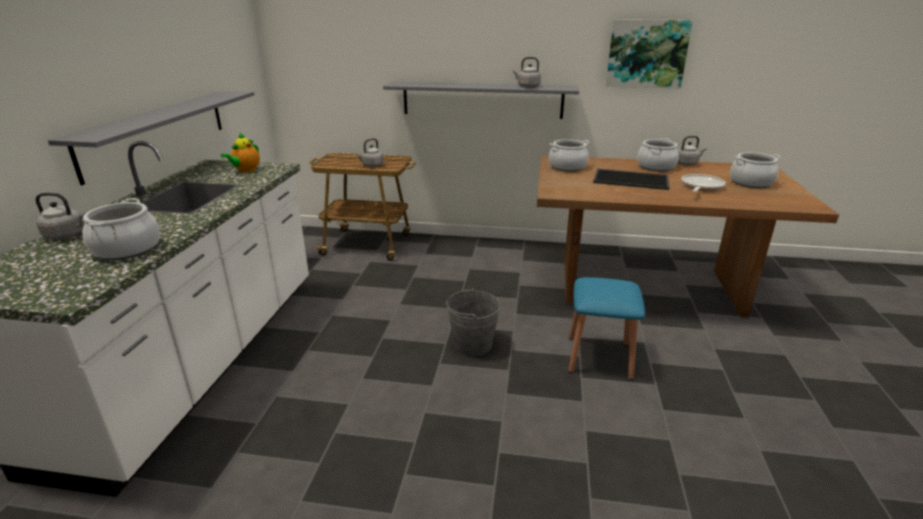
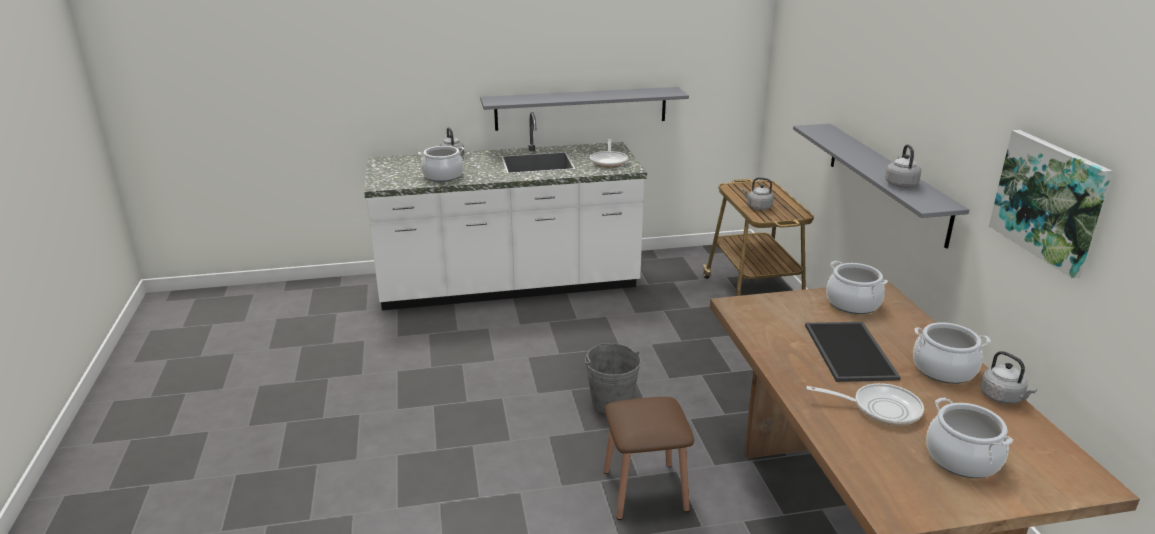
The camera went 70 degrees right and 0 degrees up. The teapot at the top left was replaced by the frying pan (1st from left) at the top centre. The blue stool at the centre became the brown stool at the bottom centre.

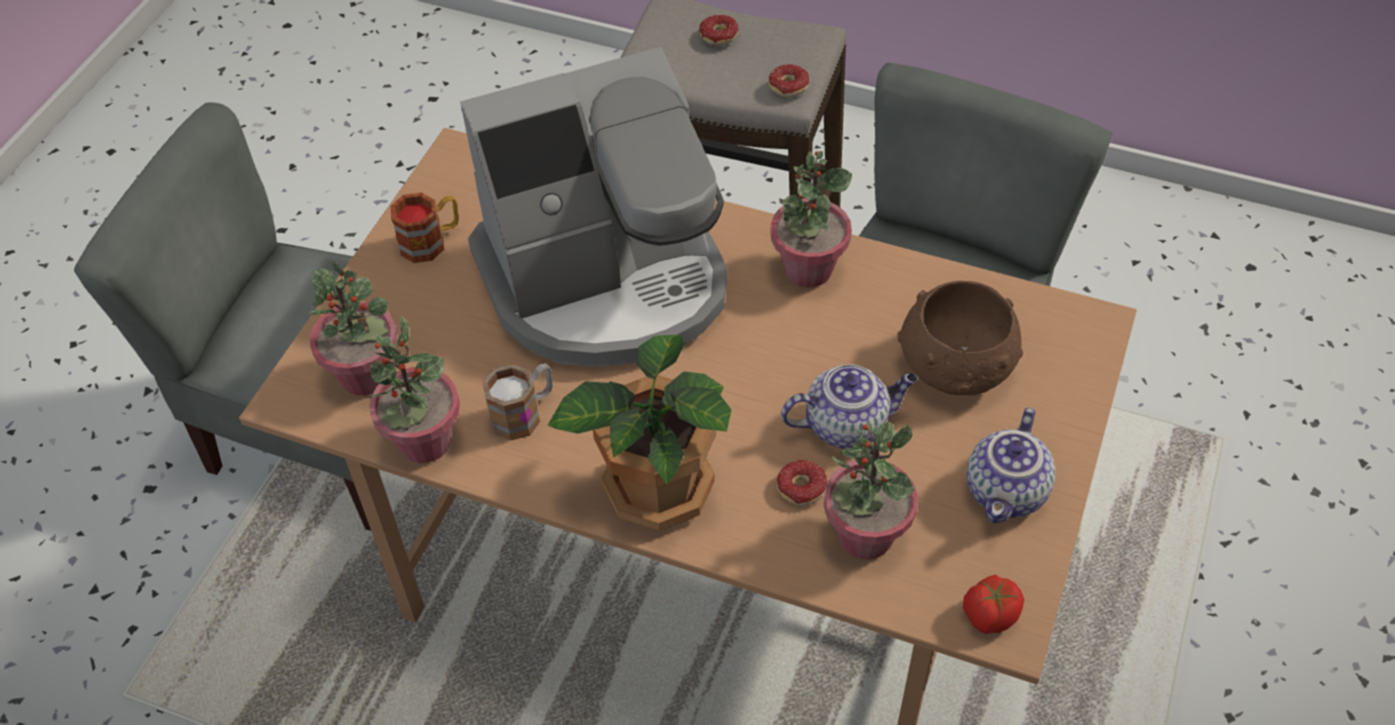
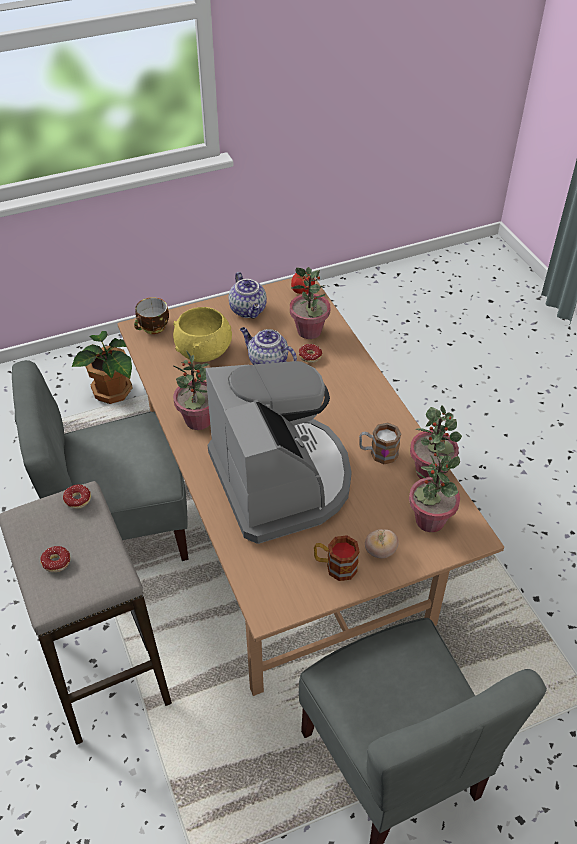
The camera went 135 degrees left and 5 degrees down. The cup at the middle left appeared. The tomato (2nd from left) at the centre appeared. The potted plant (3rd from left in the first image) moved from the centre to the middle left. The brown bowl at the middle right became the yellow bowl at the centre. The coffee machine at the top centre turned 45 degrees clockwise. The teapot (2nd from left in the first image) at the middle right turned 90 degrees clockwise.

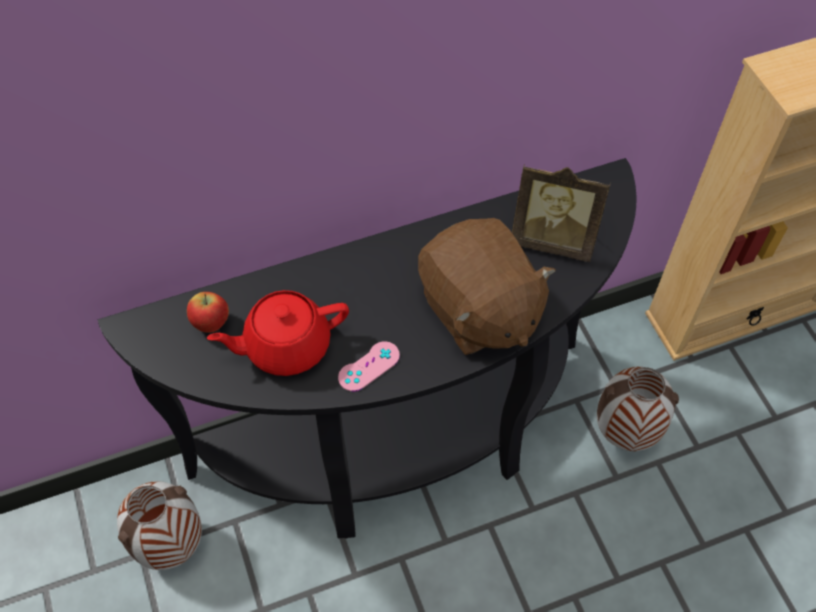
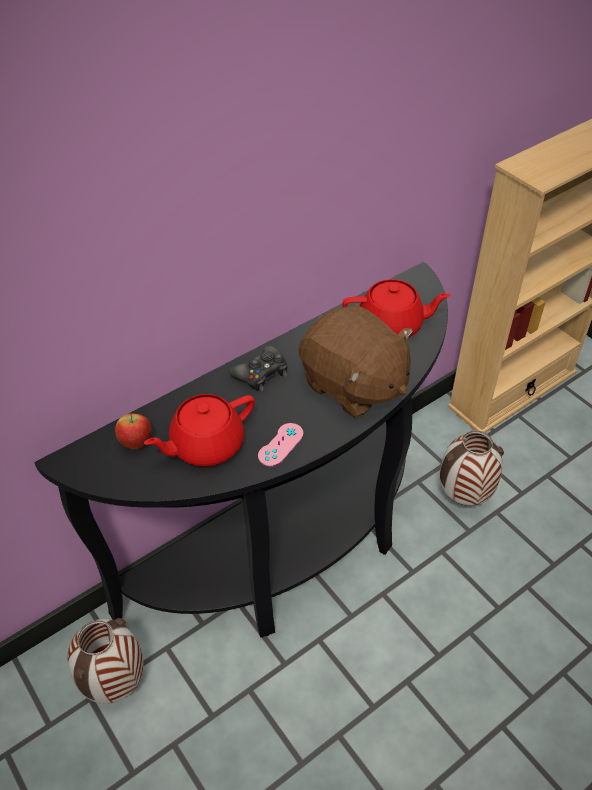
The camera went 15 degrees left and 10 degrees down. The black game controller at the centre appeared. The picture frame at the middle right was replaced by the red teapot (2nd from left) at the middle right.

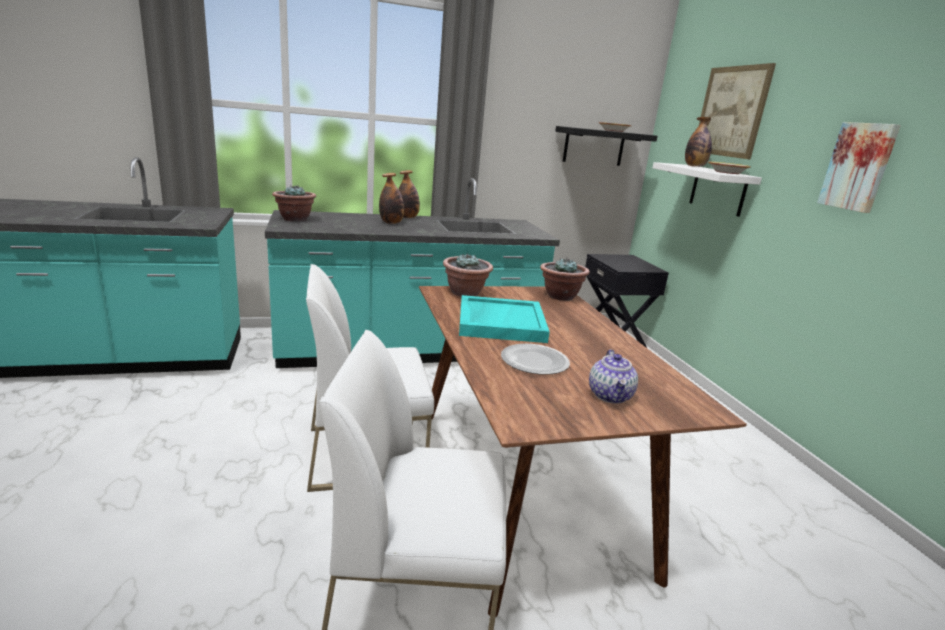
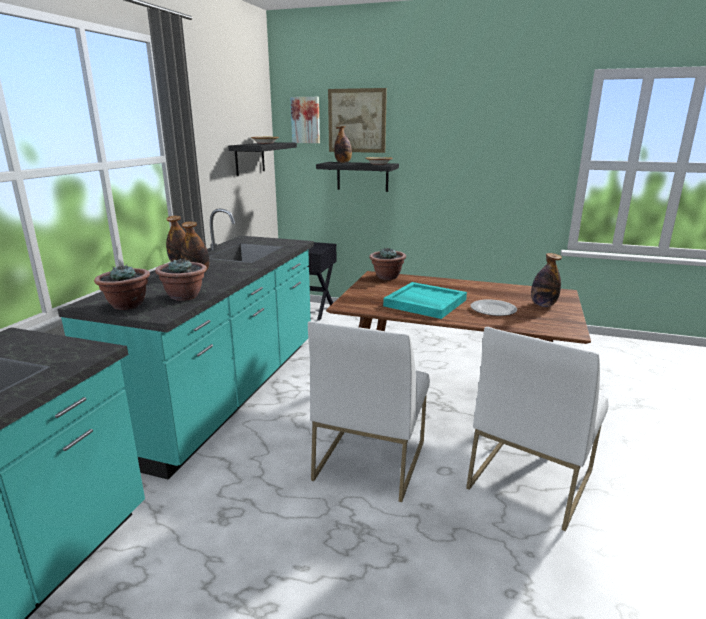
The camera went 55 degrees left and 0 degrees up. The potted plant (2nd from left) moved from the centre to the middle left. The picture (2nd from left in the first image) moved from the top right to the top centre. The teapot at the centre was replaced by the bottle (4th from left) at the middle right. The white shelf at the top right became the black shelf (2nd from left) at the top centre.

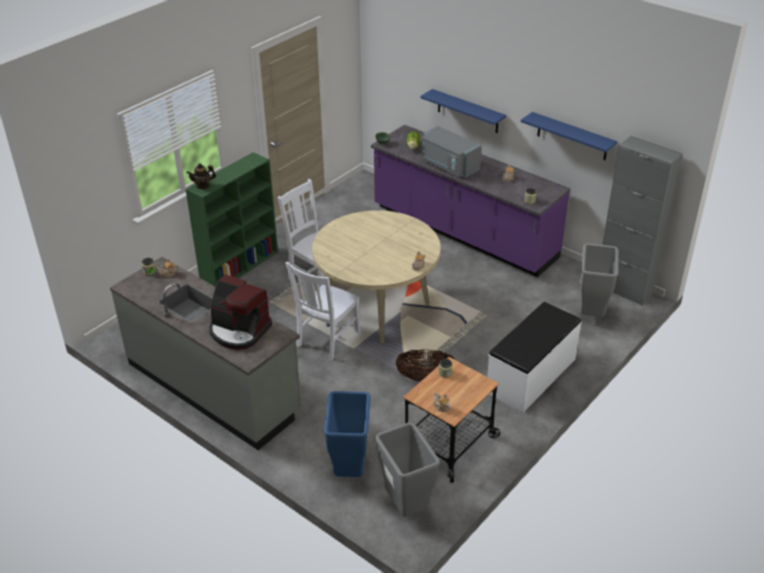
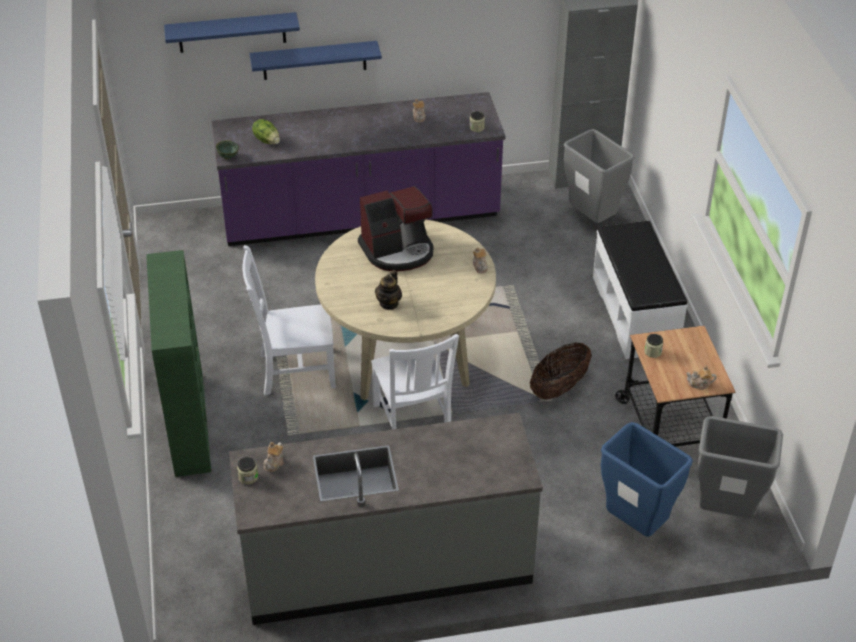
The camera went 50 degrees left and 5 degrees up. The grey microwave at the top centre disappeared. The teapot (2nd from left) moved from the top left to the centre. The coffee machine moved from the middle left to the centre. The blue shelf (2nd from left in the first image) moved from the top right to the top left.

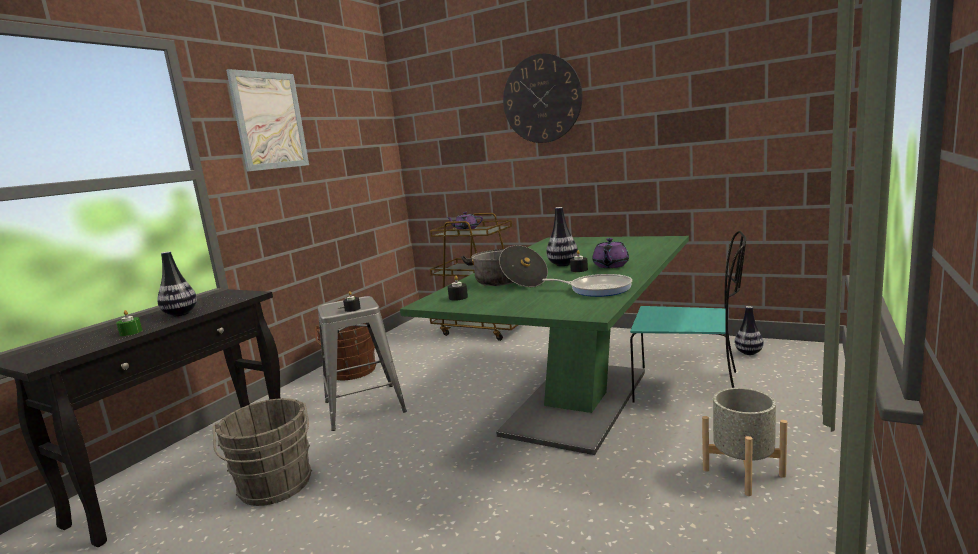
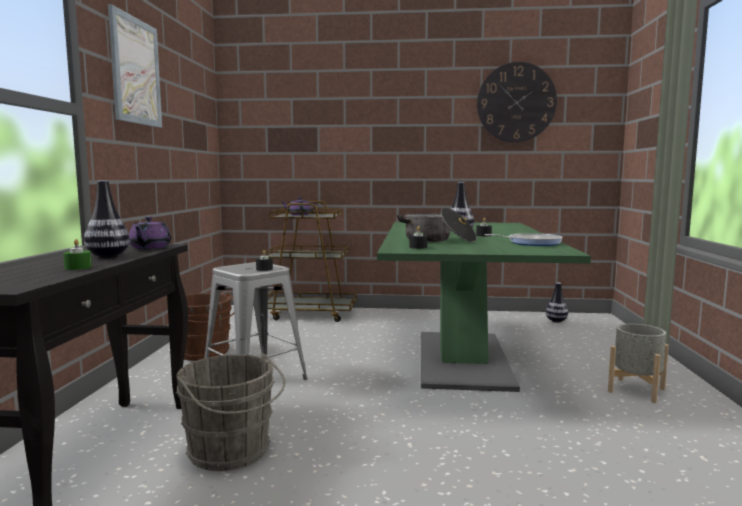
The camera went 25 degrees left and 5 degrees down. The turquoise chair at the middle right disappeared. The wall clock moved from the top centre to the top right. The purple teapot (2nd from left in the first image) moved from the centre to the middle left.

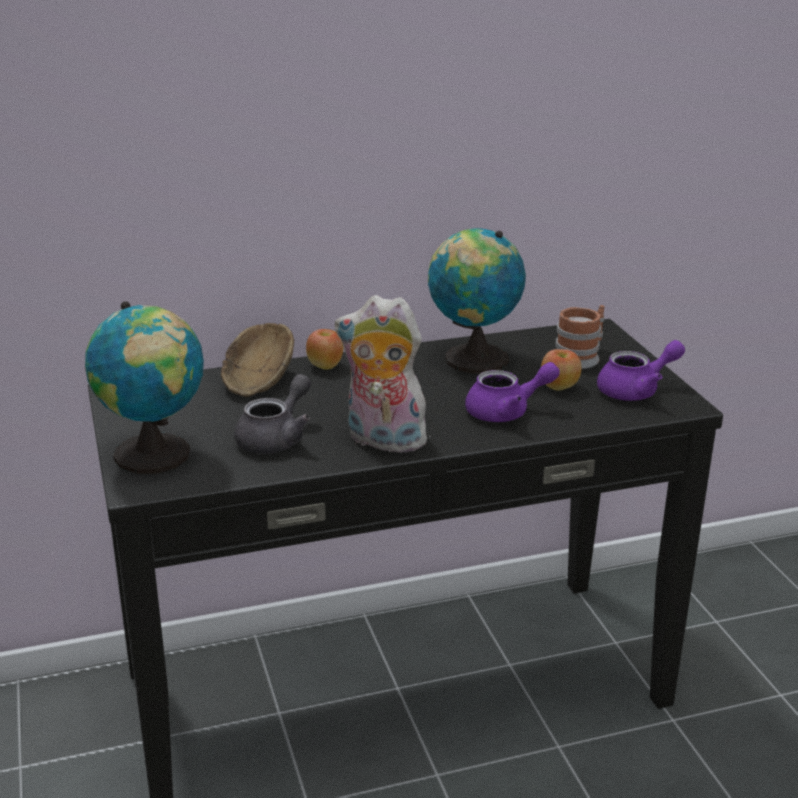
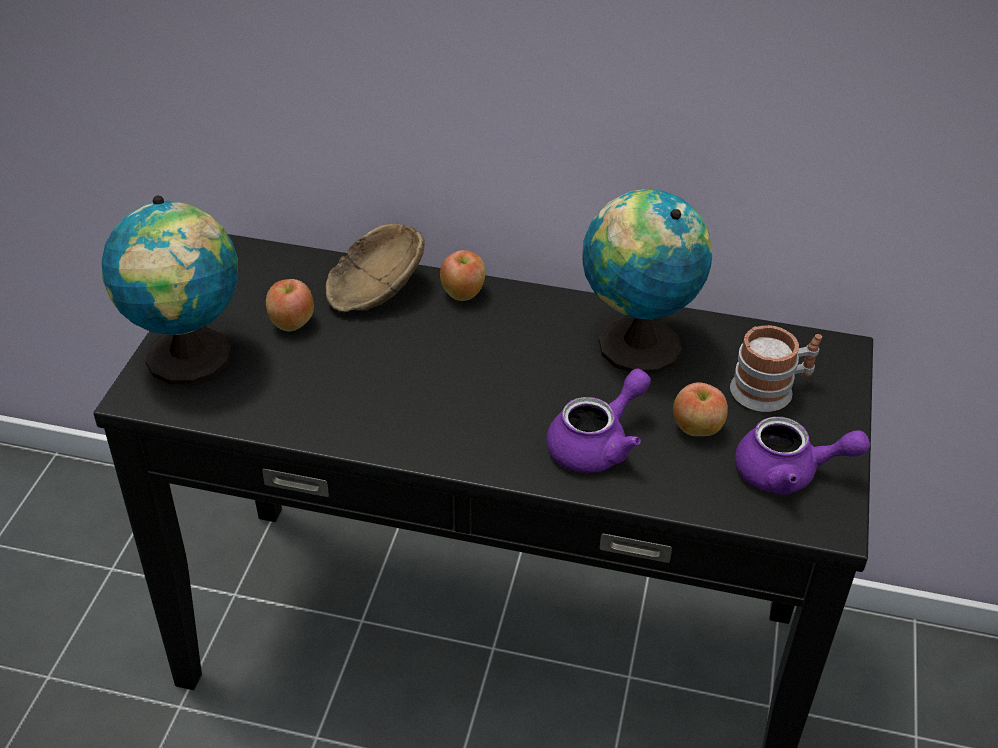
The camera went 30 degrees right and 15 degrees up. The grey teapot at the centre disappeared. The plush toy at the centre disappeared. The apple (1st from left) at the middle left appeared. The purple teapot (1st from left) at the centre turned 60 degrees counterclockwise.

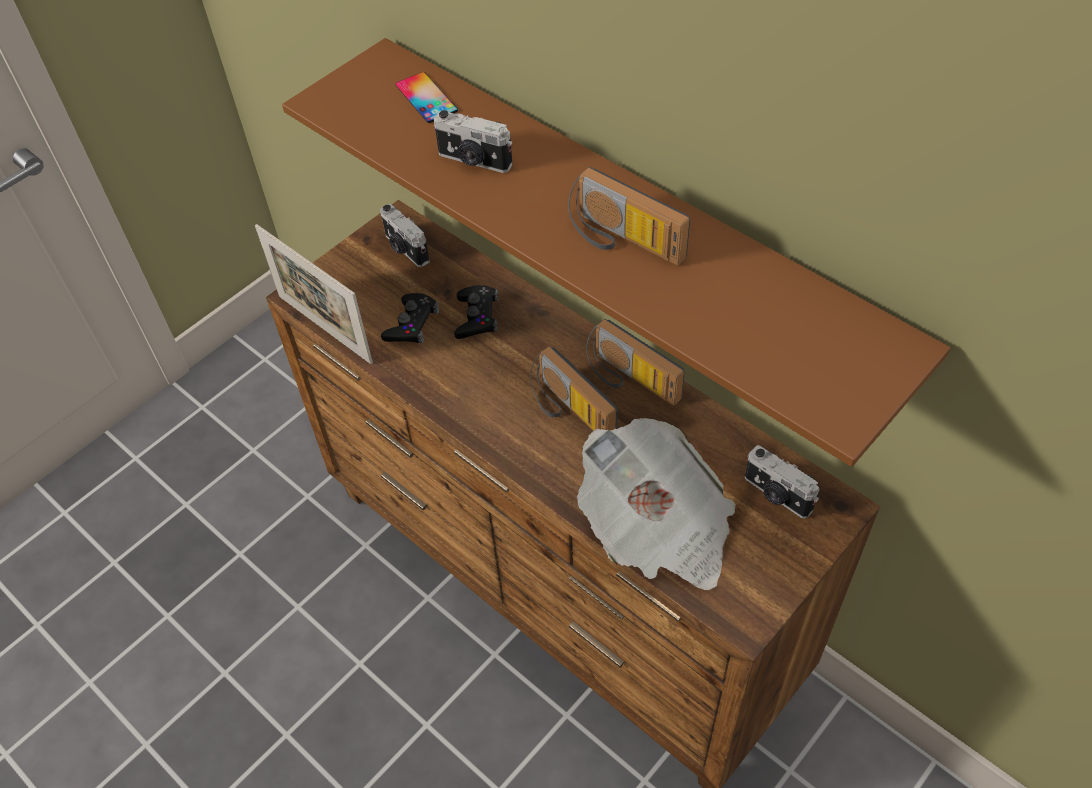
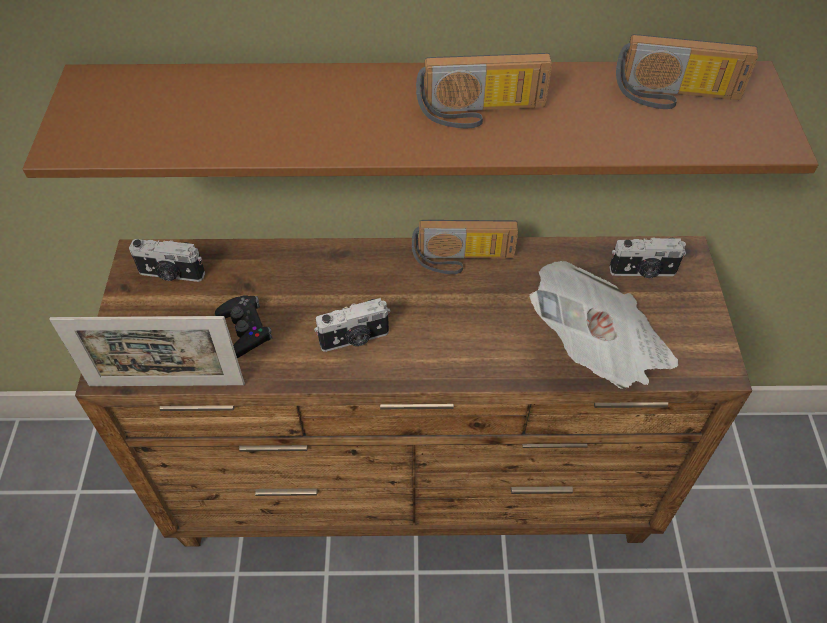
The camera went 45 degrees left and 0 degrees up. The phone at the top centre disappeared. The black game controller (2nd from left) at the centre disappeared. The photo camera (2nd from left) moved from the top centre to the centre. The radio (1st from left in the first image) moved from the centre to the top right.

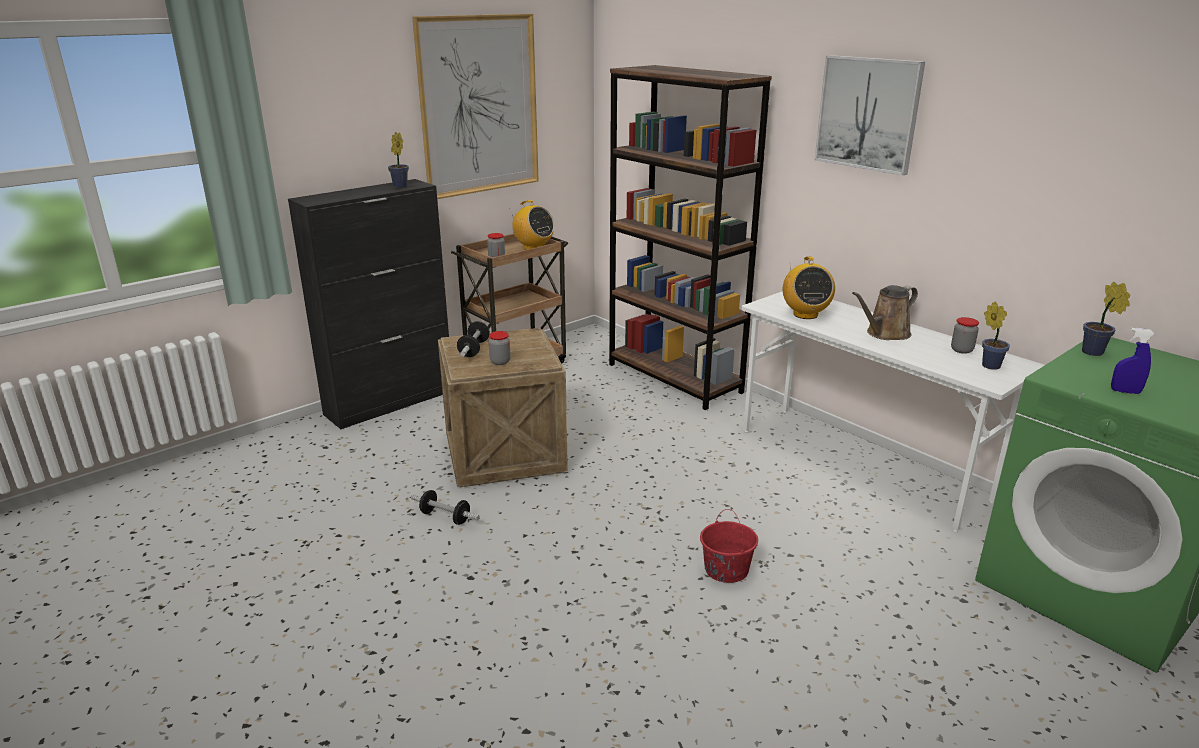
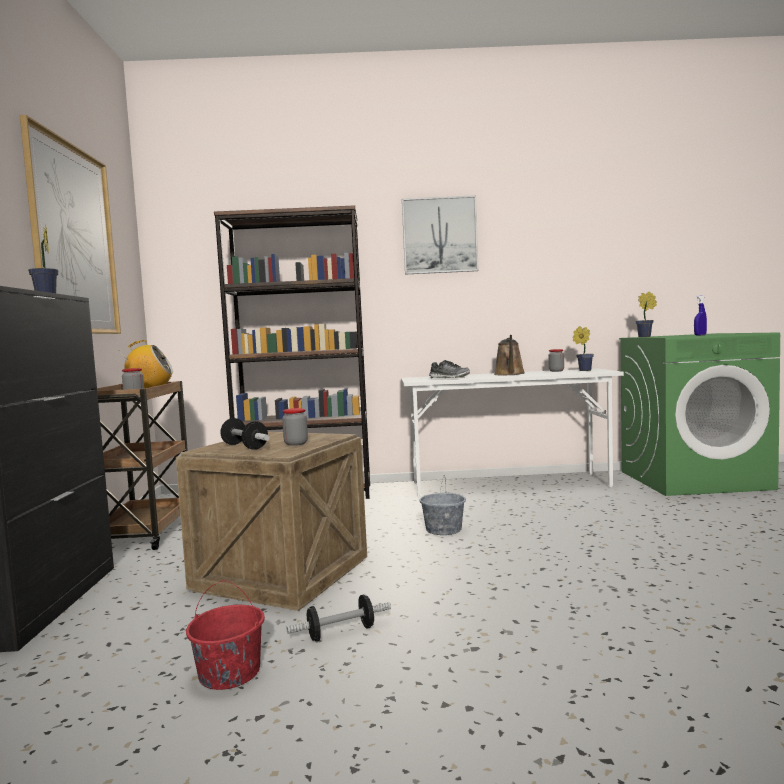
The camera went 50 degrees left and 20 degrees down. The grey bucket at the centre appeared. The red bucket moved from the bottom centre to the bottom left. The radio (2nd from left) at the middle right was replaced by the shoe at the centre.

